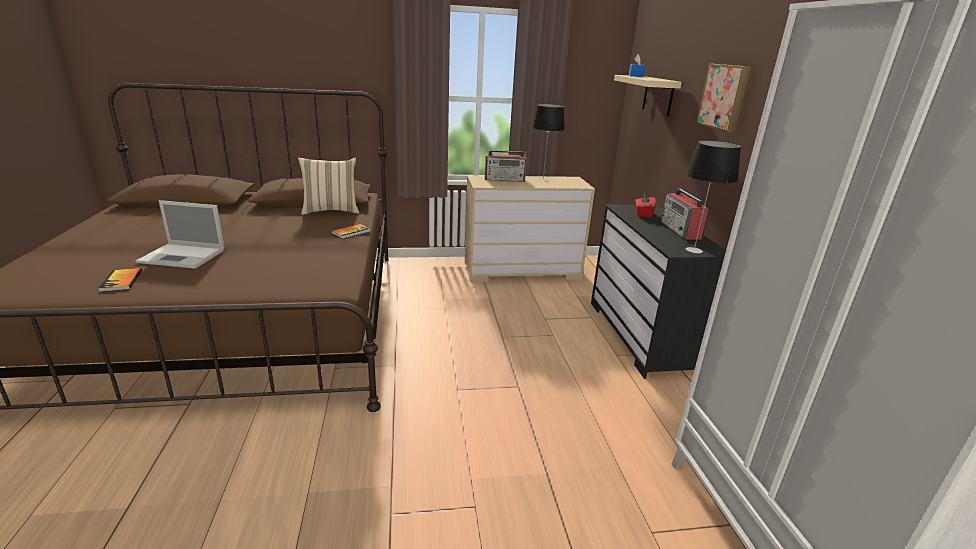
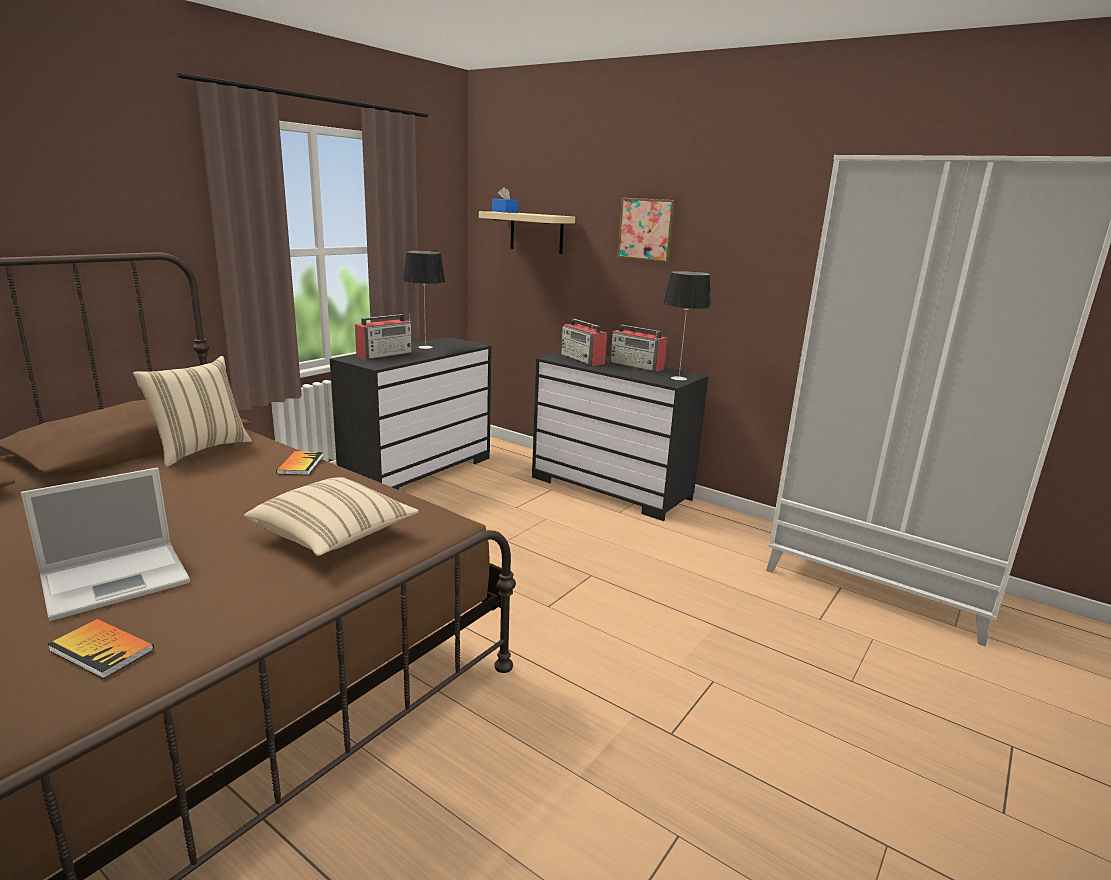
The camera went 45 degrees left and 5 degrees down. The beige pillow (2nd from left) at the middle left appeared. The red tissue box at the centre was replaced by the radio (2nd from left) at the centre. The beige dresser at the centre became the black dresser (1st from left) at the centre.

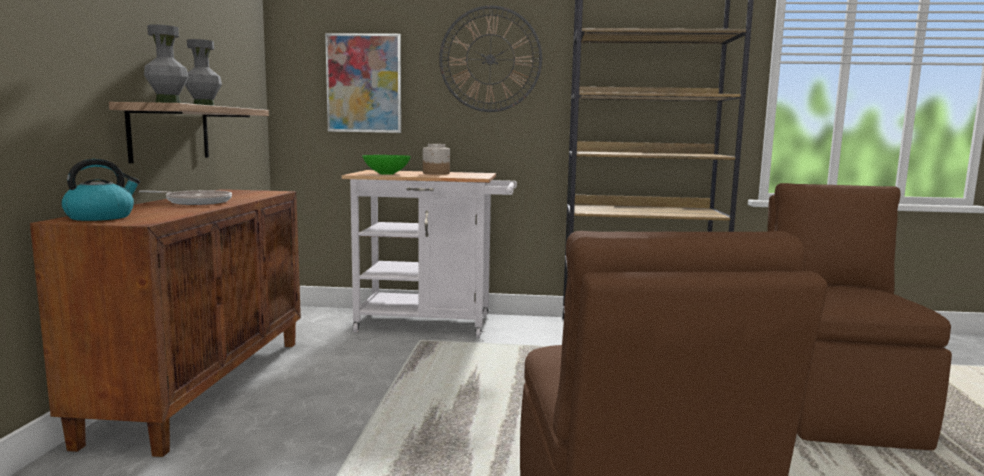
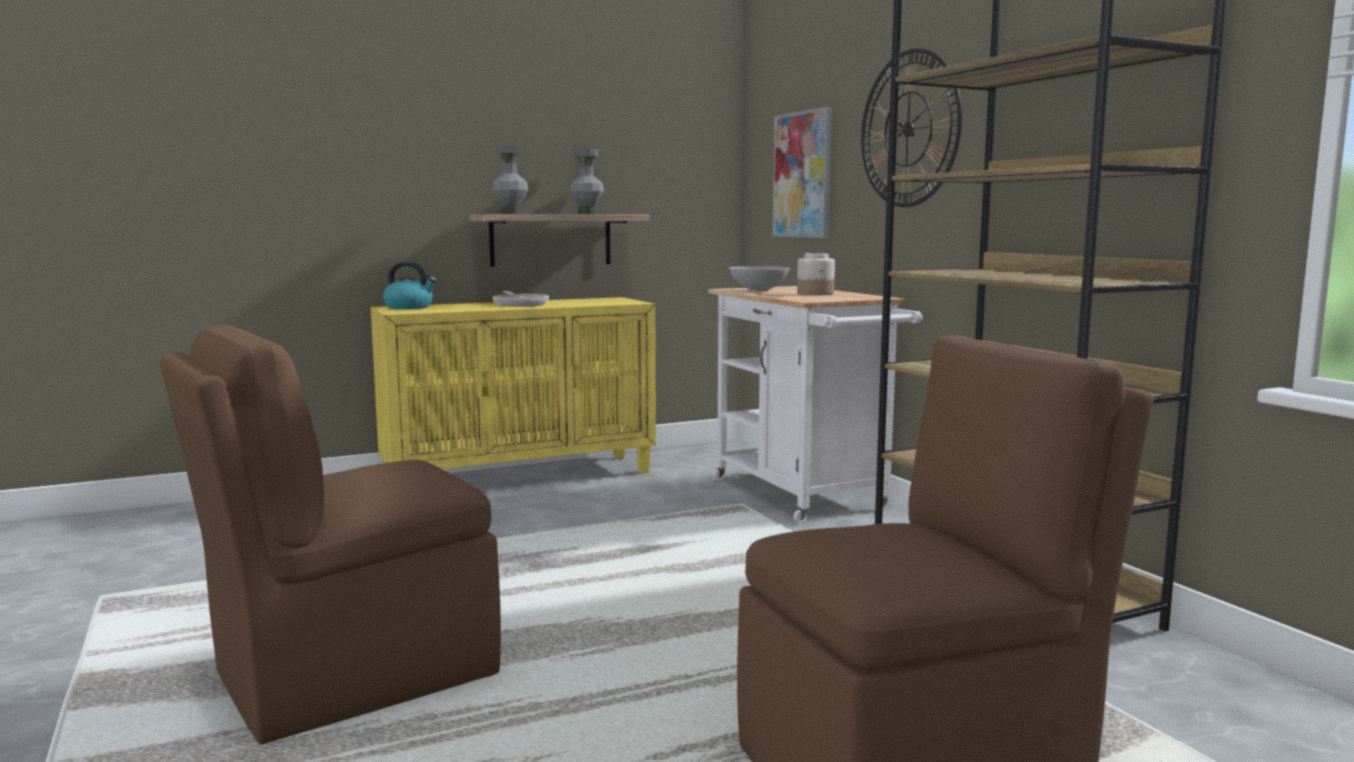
The camera went 60 degrees right and 0 degrees up. The brown cabinet at the bottom left became the yellow cabinet at the centre. The green bowl at the centre became the grey bowl at the centre.

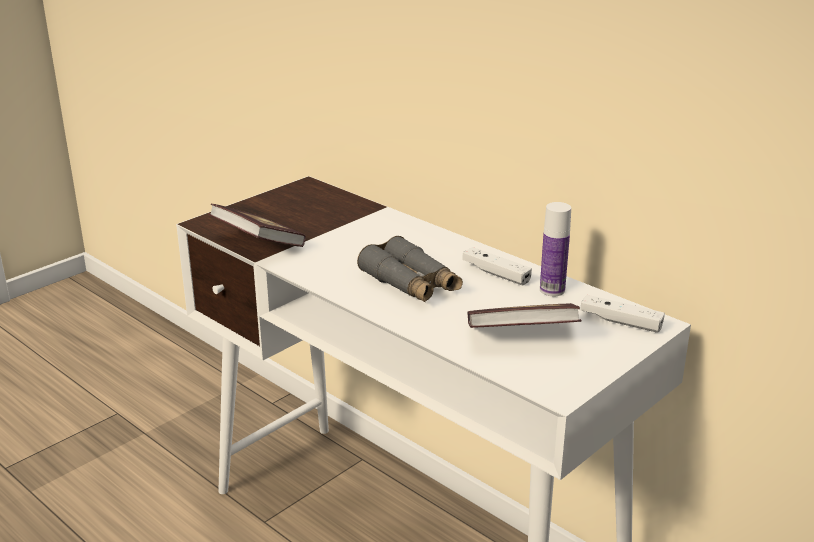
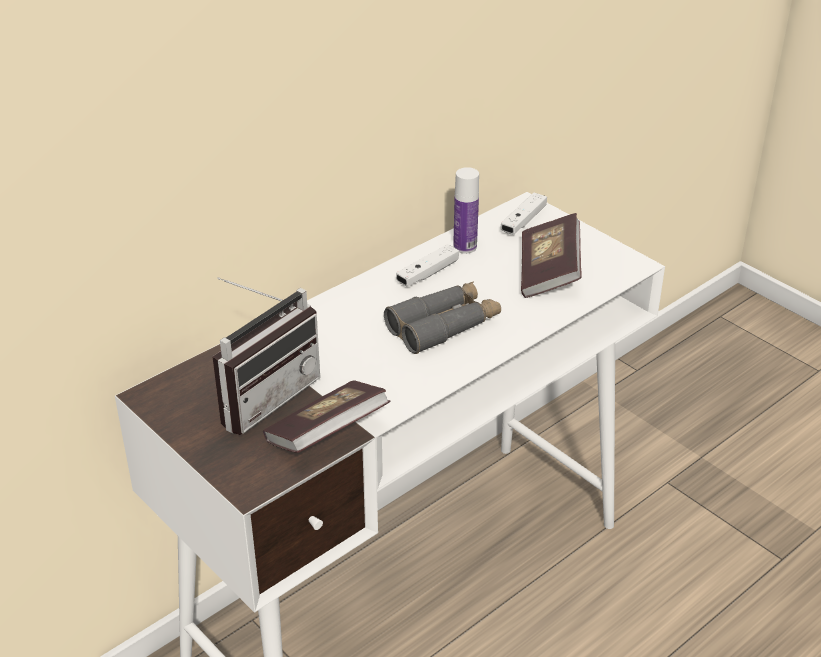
The camera went 85 degrees left and 10 degrees up. The radio at the middle left appeared.

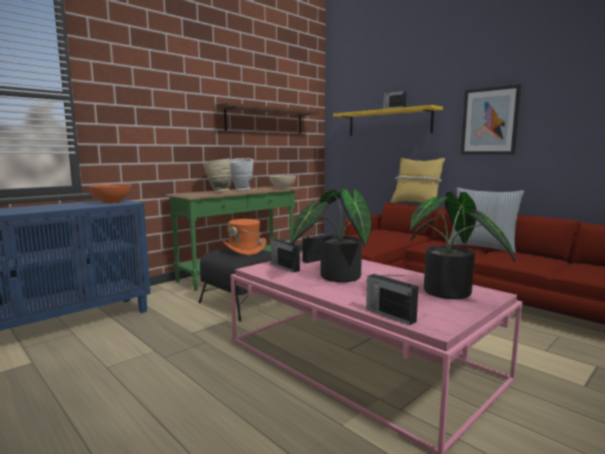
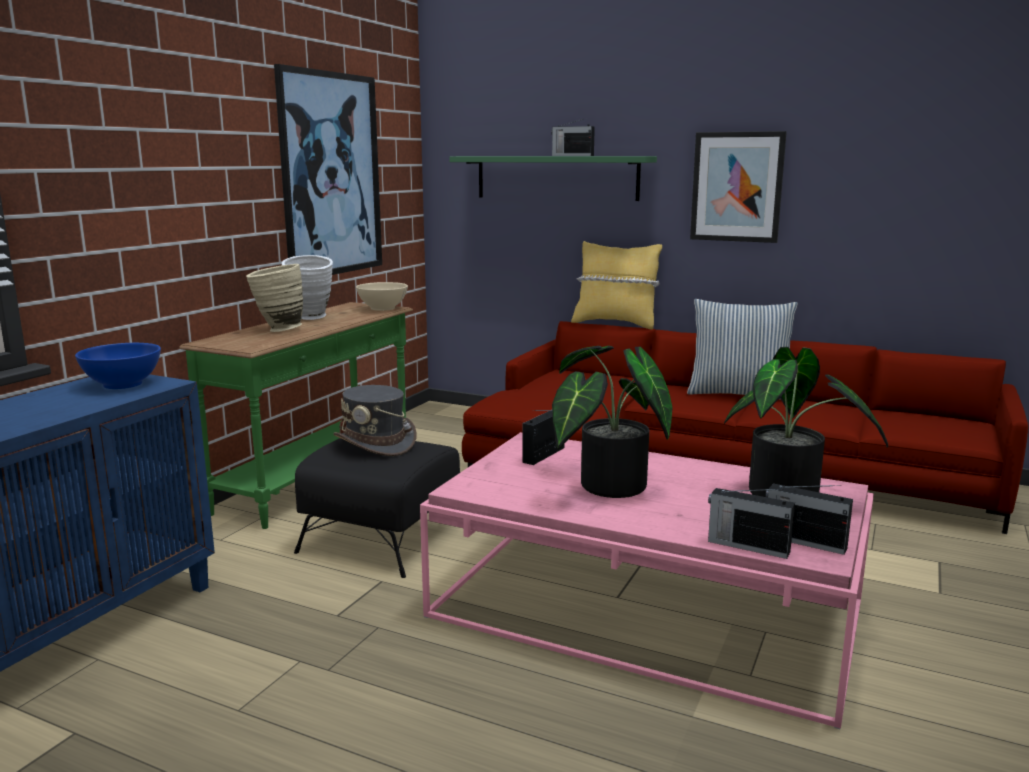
The camera went 20 degrees left and 5 degrees up. The radio (1st from left in the first image) moved from the centre to the bottom right. The brown shelf at the top centre was replaced by the picture (1st from left) at the top left. The orange bowl at the middle left became the blue bowl at the middle left. The orange hat at the centre became the grey hat at the centre. The yellow shelf at the top centre became the green shelf at the top centre.

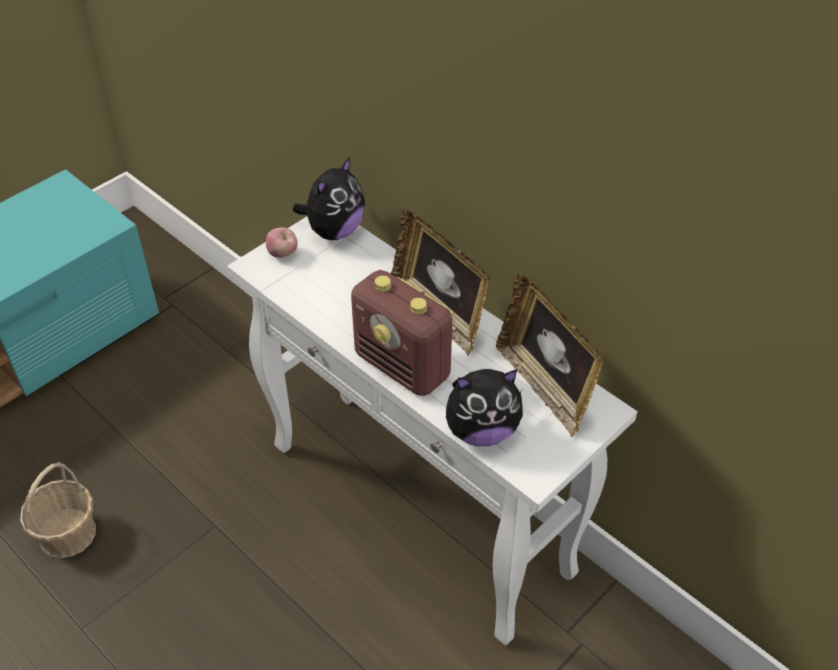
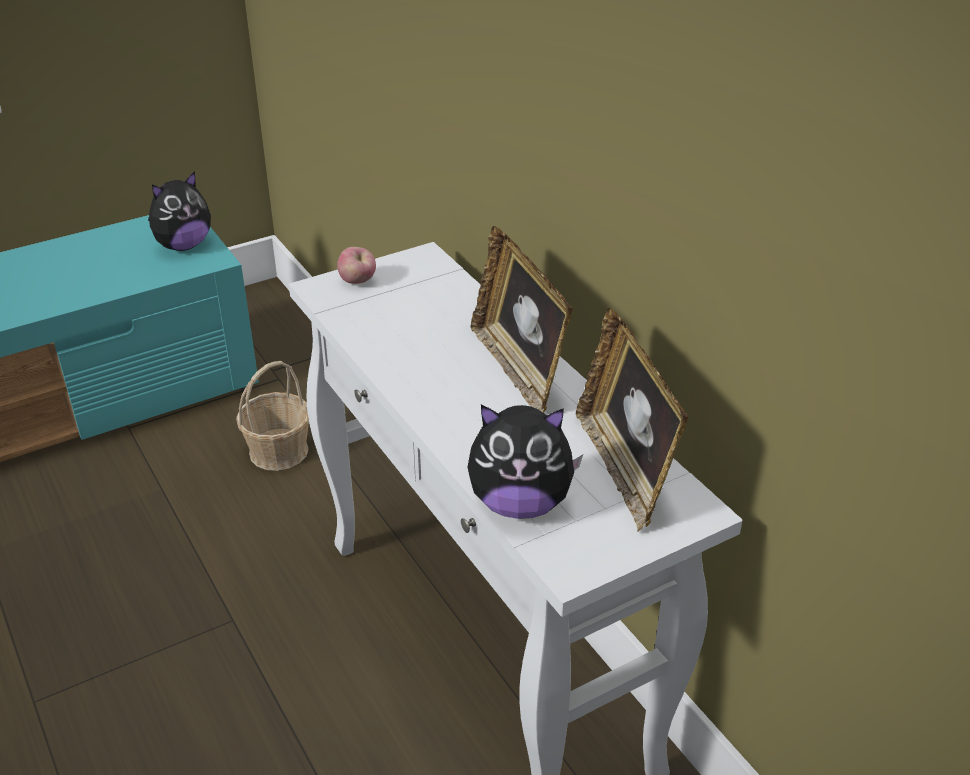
The camera went 15 degrees right and 10 degrees down. The radio at the centre disappeared. The basket moved from the bottom left to the middle left. The plush toy (1st from left) moved from the top centre to the top left.

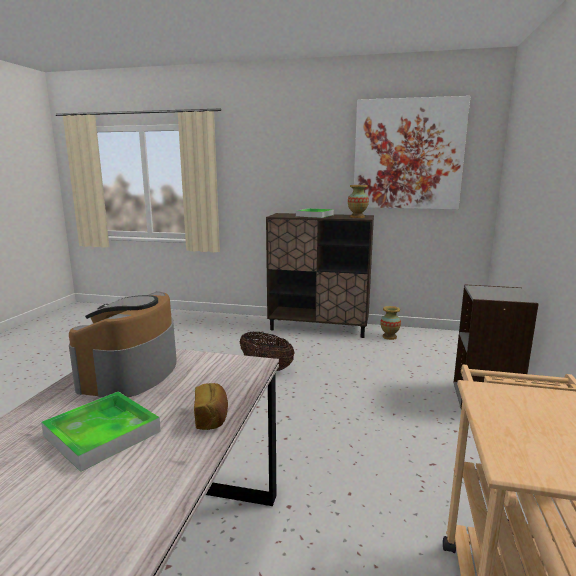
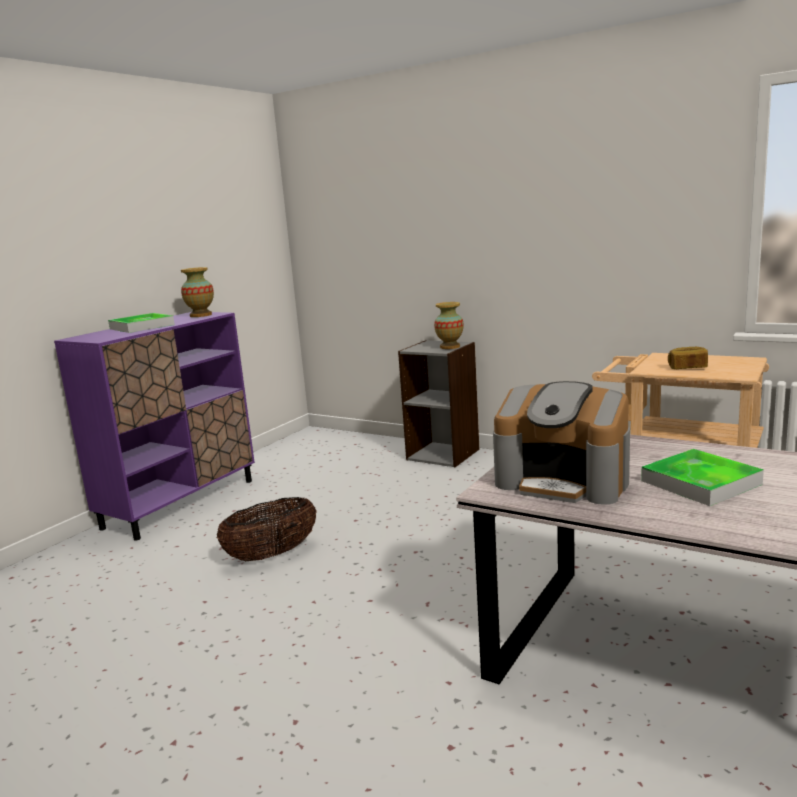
The camera went 70 degrees left and 0 degrees up. The picture at the top right disappeared. The bread moved from the bottom centre to the middle right. The vase (2nd from left) moved from the middle right to the centre. The brown cabinet at the centre became the purple cabinet at the middle left.

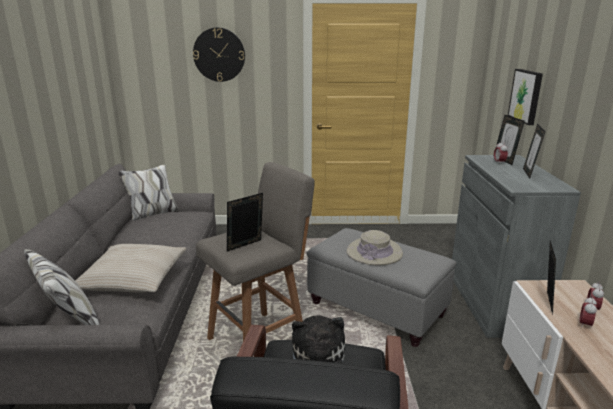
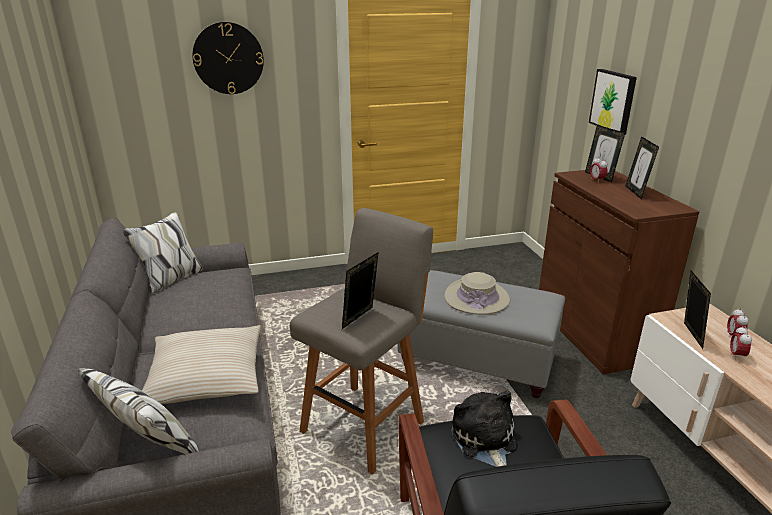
The camera went 15 degrees left and 5 degrees up. The grey cabinet at the middle right became the brown cabinet at the middle right.

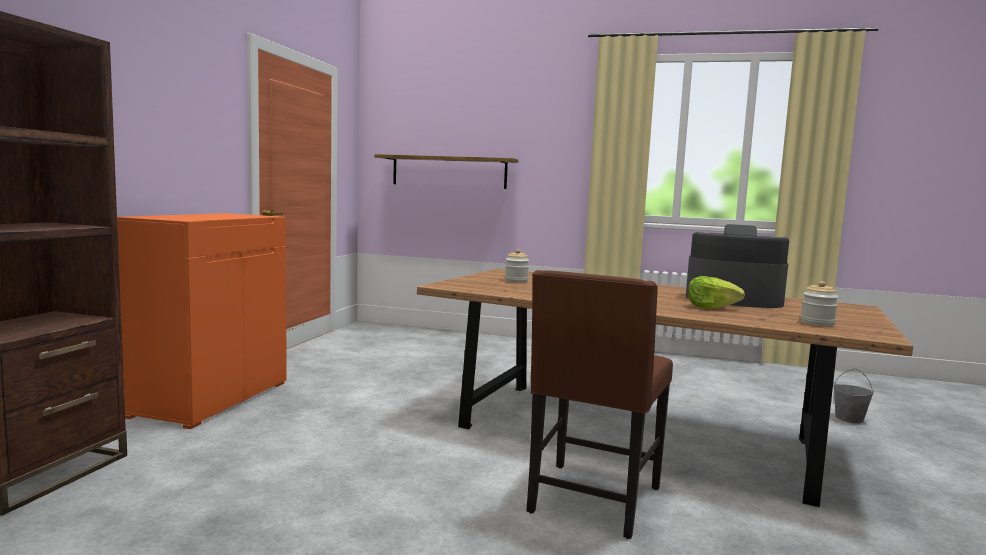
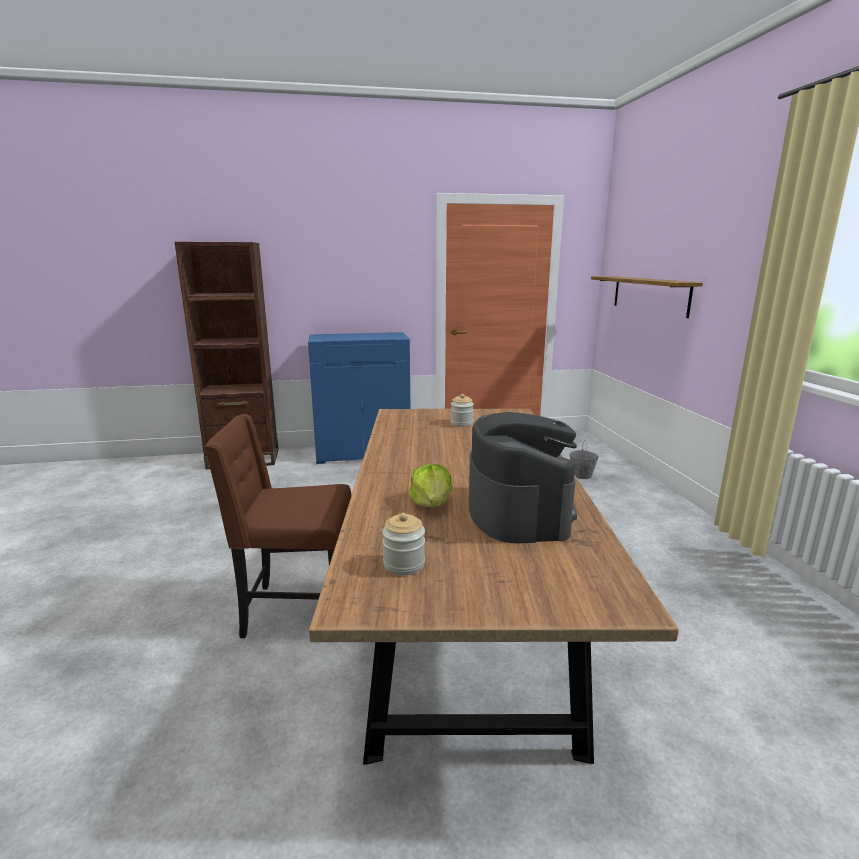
The camera went 65 degrees right and 10 degrees up. The grey bucket moved from the bottom right to the middle right. The orange cabinet at the middle left became the blue cabinet at the centre.

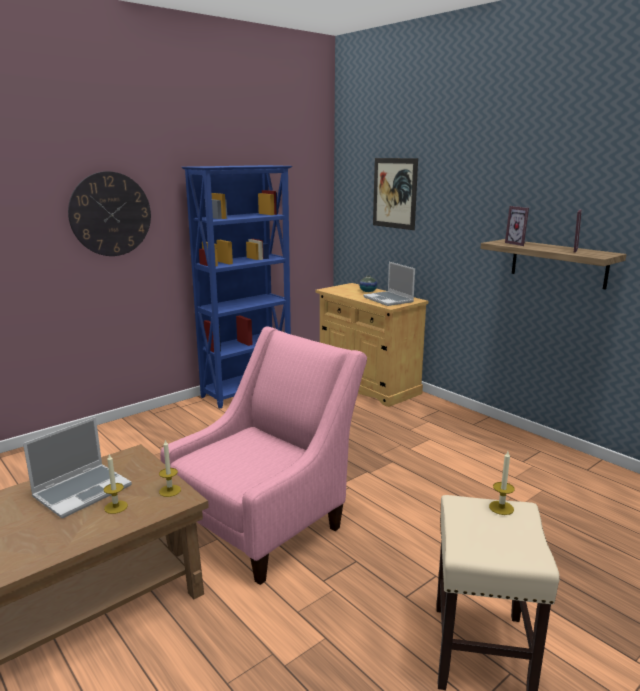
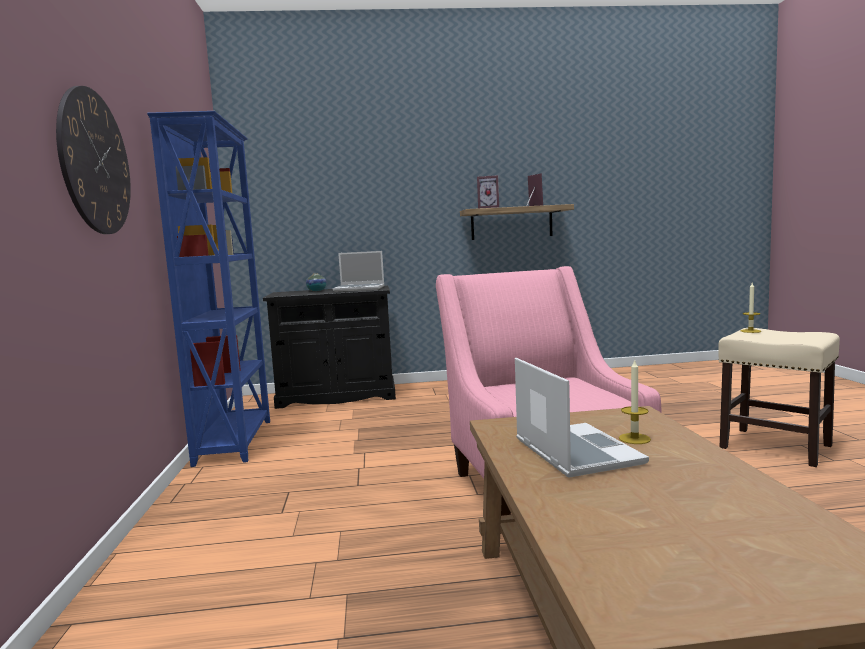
The camera went 55 degrees left and 10 degrees down. The candle (2nd from left) at the bottom left disappeared. The picture at the top centre disappeared. The beige cabinet at the centre became the black cabinet at the centre.

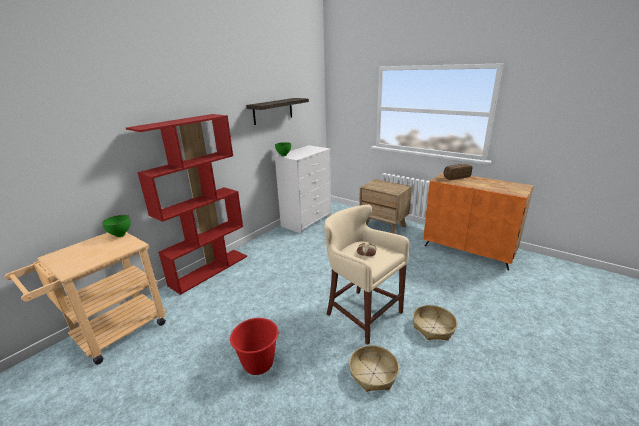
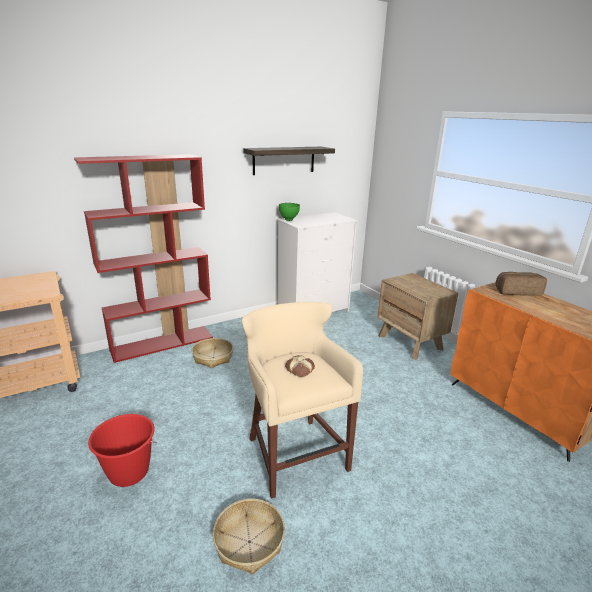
The camera went 20 degrees right and 0 degrees up. The green bowl (1st from left) at the middle left disappeared. The basket (2nd from left in the first image) moved from the bottom right to the centre.

